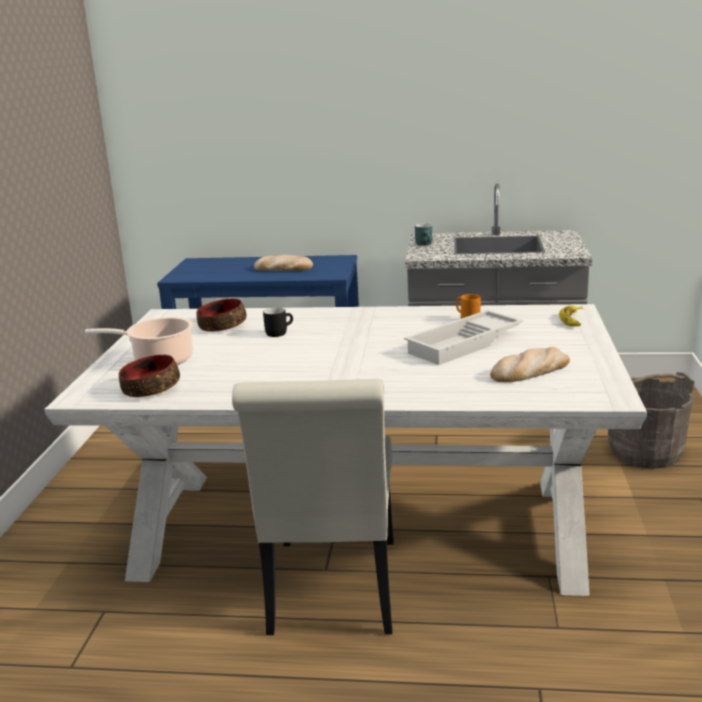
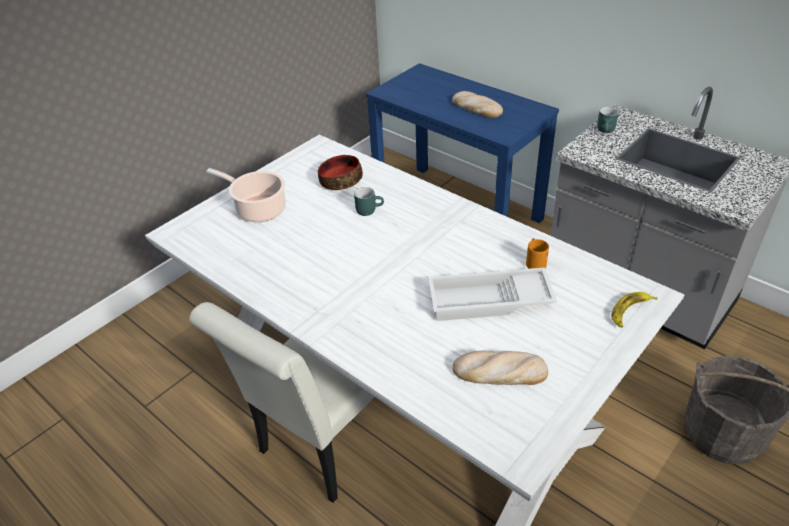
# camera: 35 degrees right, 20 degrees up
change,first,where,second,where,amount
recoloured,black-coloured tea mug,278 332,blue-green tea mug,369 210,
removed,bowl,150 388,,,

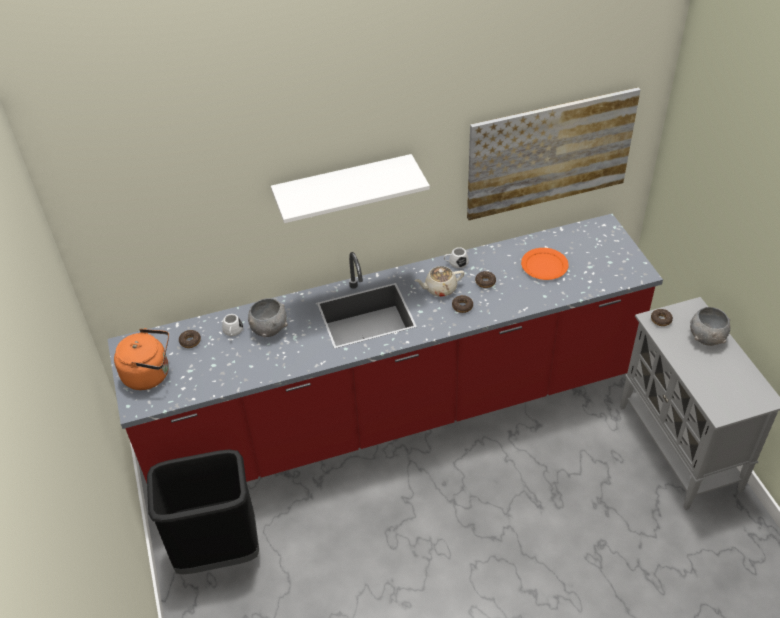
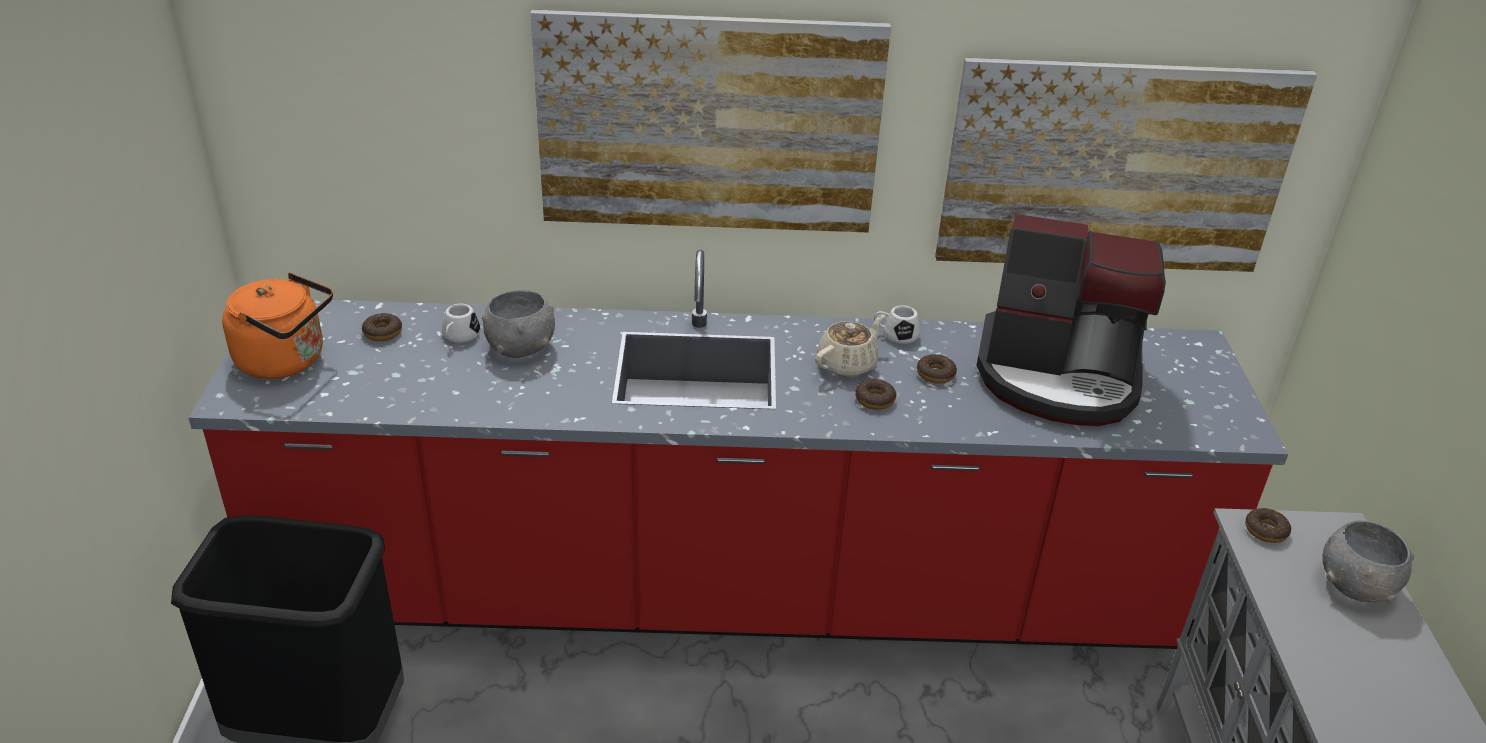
# camera: 15 degrees right, 10 degrees down
change,first,where,second,where,amount
replaced,white shelf,343 188,wall art,708 124,
turned,sand-coloured pot for tea,440 288,,847 364,135 degrees clockwise
replaced,orange-coloured flat dish,544 265,coffee machine,1058 376,

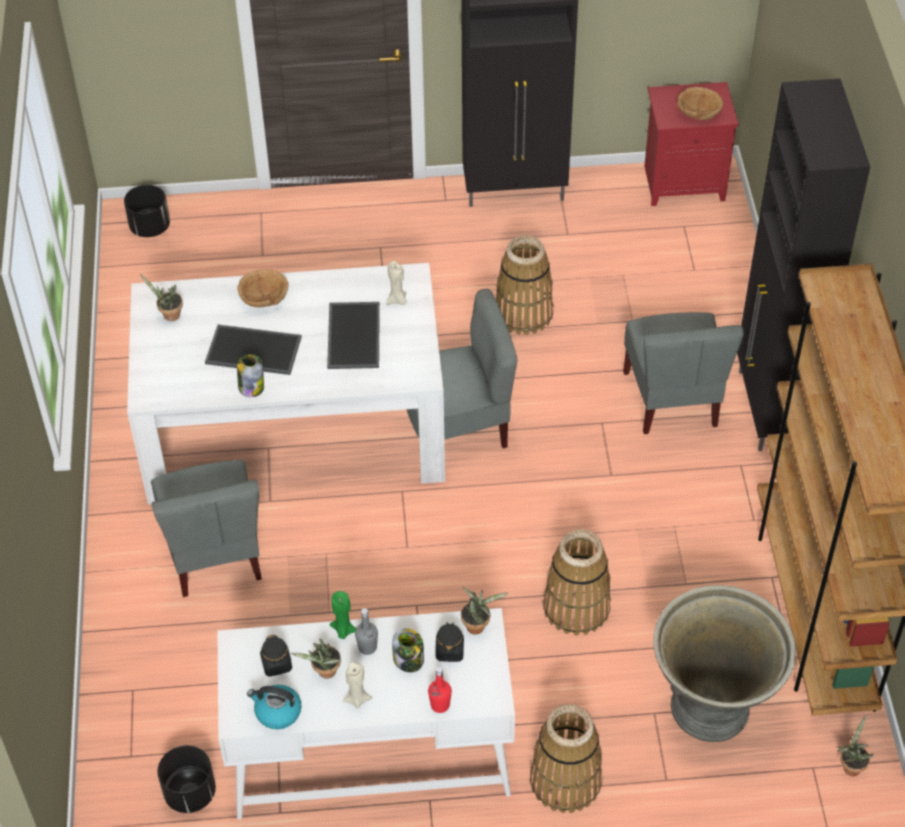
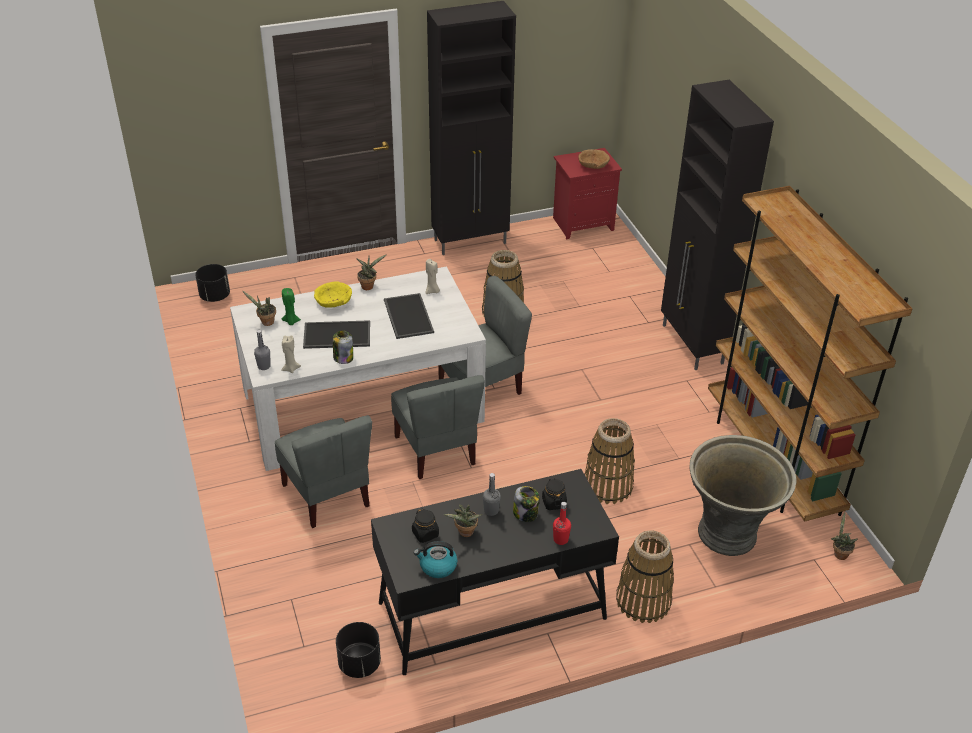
# camera: 15 degrees left, 10 degrees down
change,first,where,second,where,amount
added,,,greyish bottle,264 366,
moved,sand-coloured wax candle,357 699,,291 368,
moved,green-coloured wax candle,343 630,,291 321,
recoloured,brown-coloured bowl,263 297,yellow bowl,333 302,
moved,potted plant,477 625,,368 286,
recoloured,white desk unit,370 754,black-coloured desk unit,491 610,
moved,greyish plain chair,672 399,,436 450,

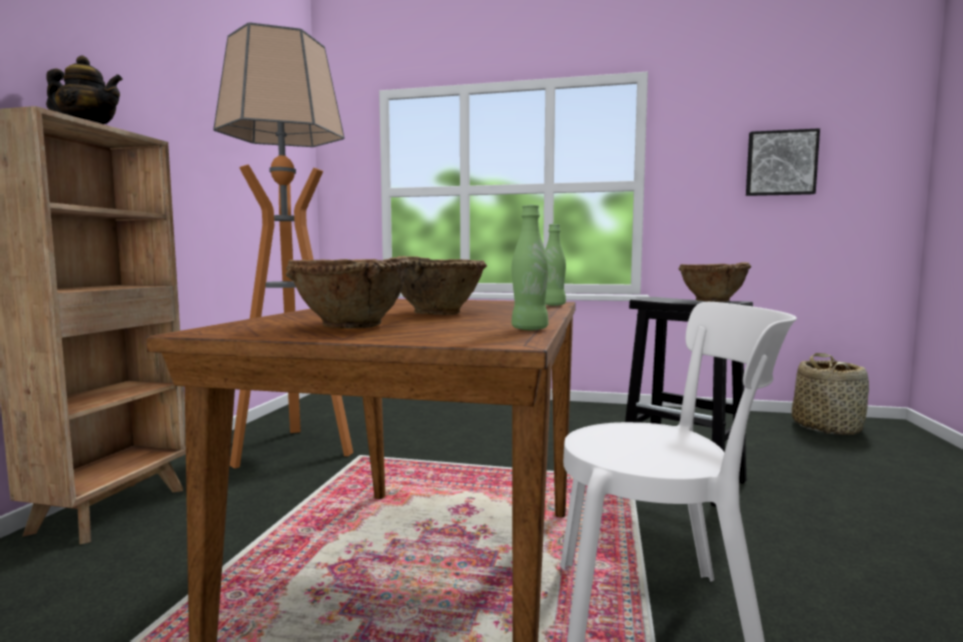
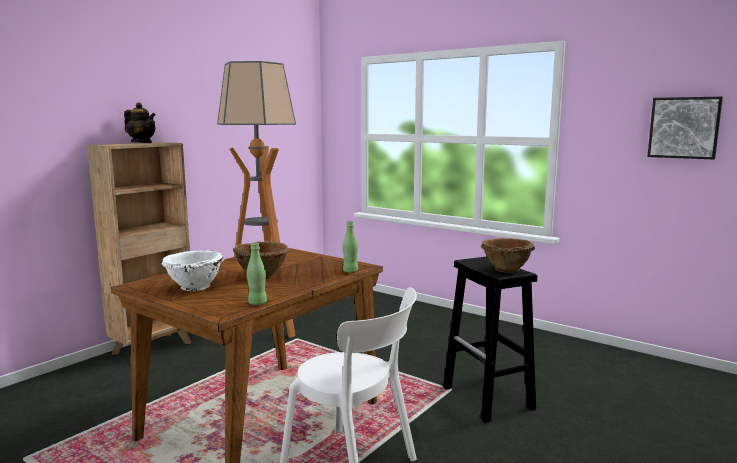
# camera: 25 degrees right, 5 degrees up
change,first,where,second,where,amount
recoloured,brown-coloured bowl,351 326,white bowl,194 287,
removed,household basket,827 427,,,

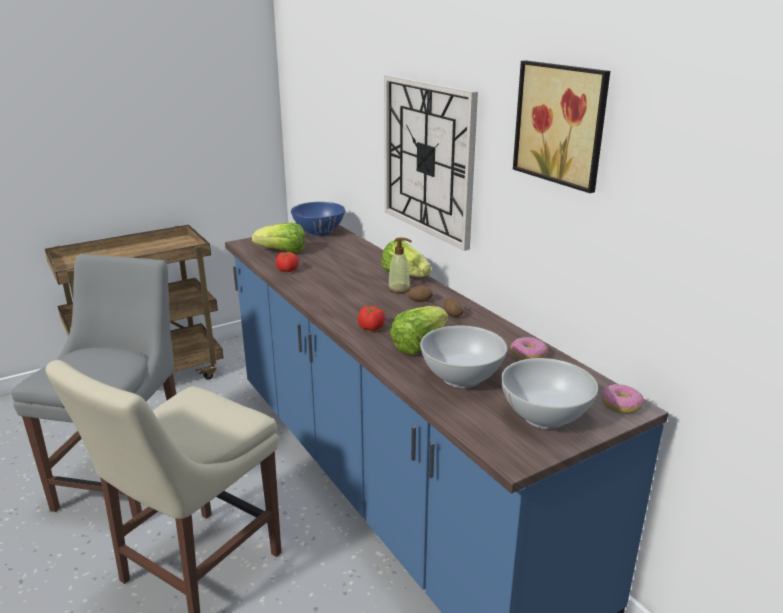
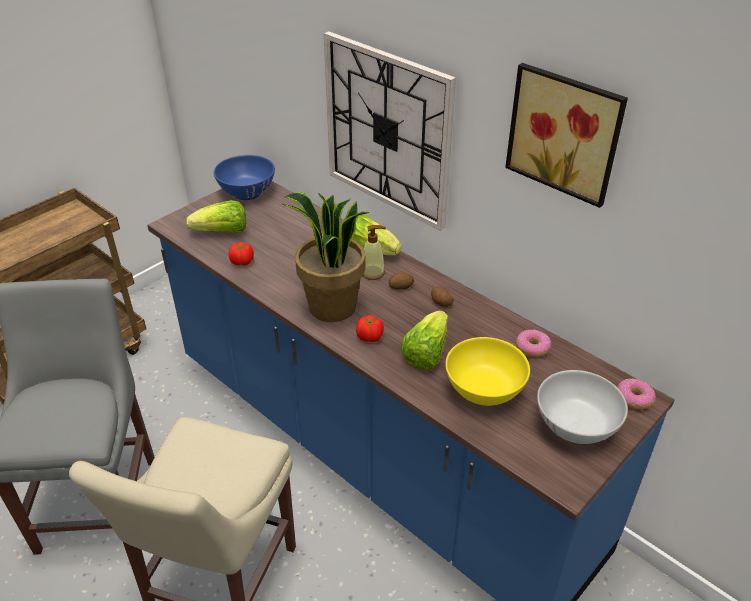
# camera: 15 degrees left, 15 degrees up
change,first,where,second,where,amount
added,,,potted plant,332 308,
recoloured,white bowl,461 378,yellow bowl,483 391,

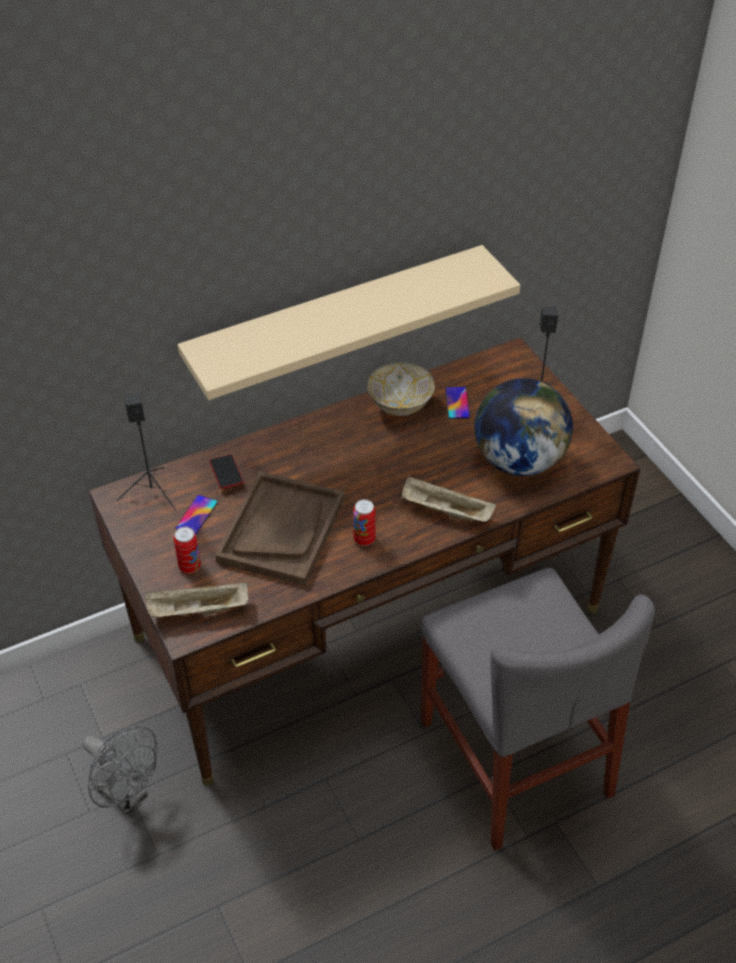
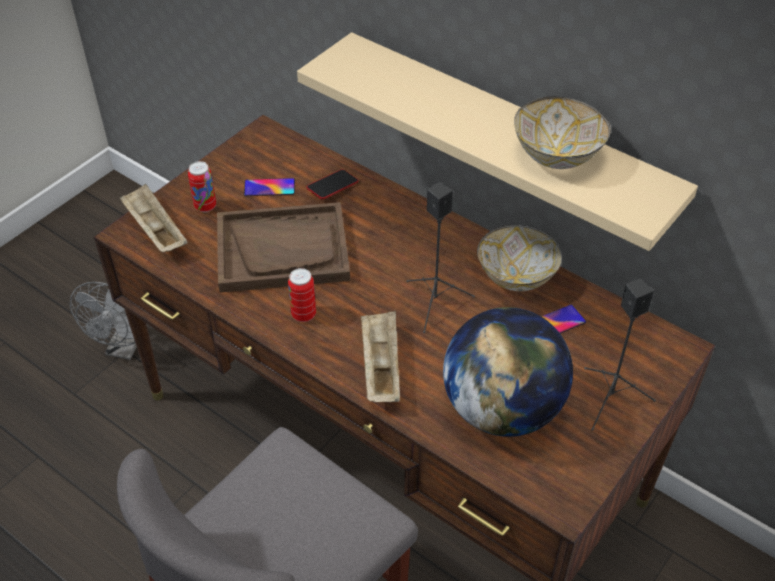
# camera: 65 degrees right, 0 degrees up
change,first,where,second,where,amount
moved,black-coloured audio speaker,152 491,,435 302,
added,,,bowl,557 156,

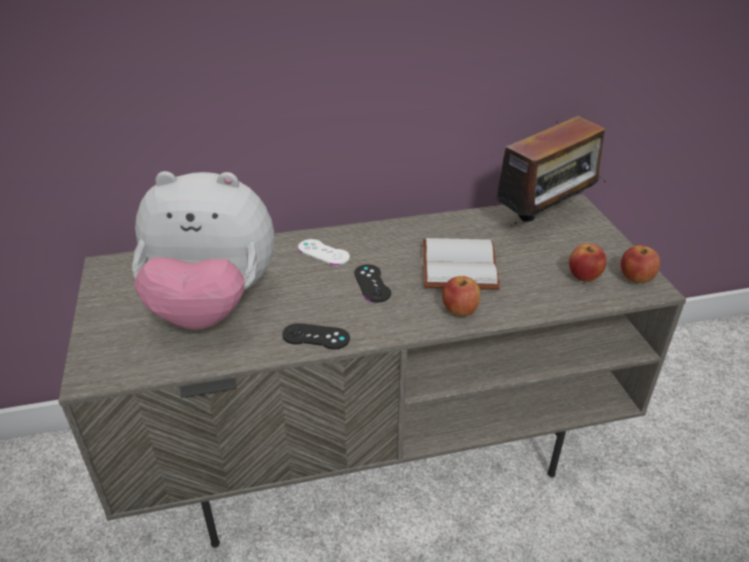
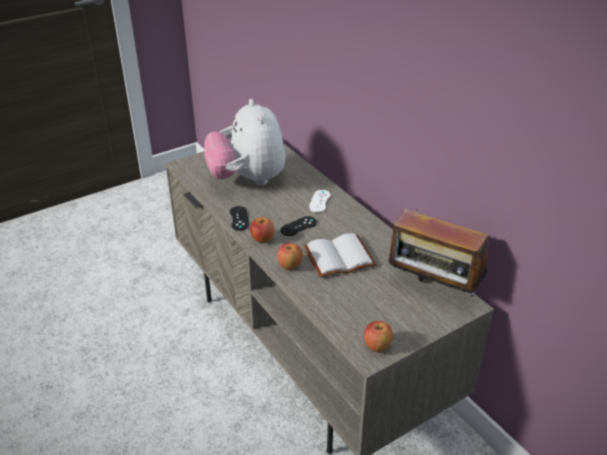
# camera: 70 degrees right, 0 degrees up
change,first,where,second,where,amount
moved,apple,584 277,,262 239,

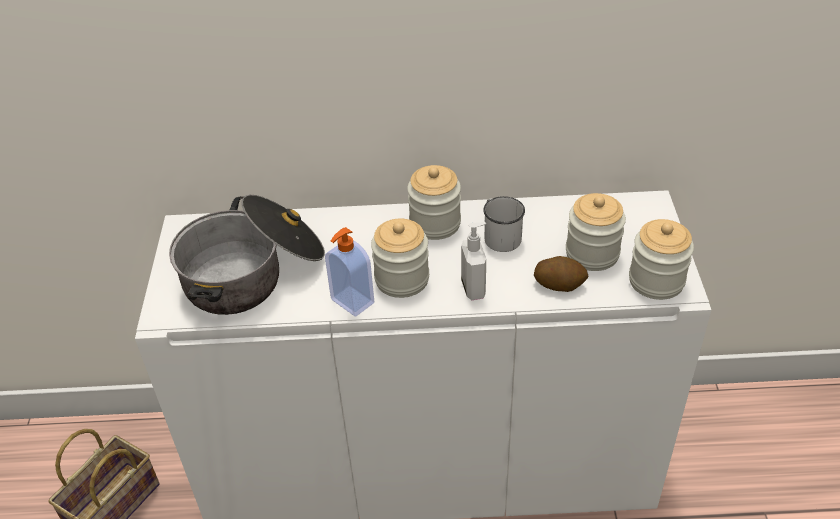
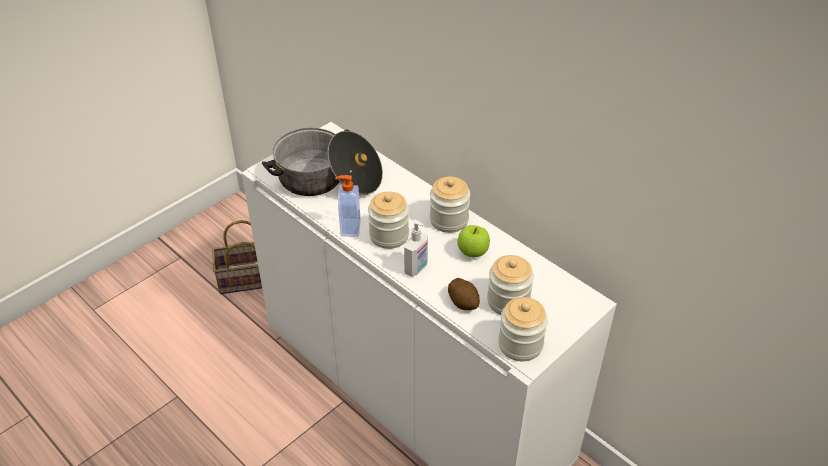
# camera: 45 degrees right, 0 degrees up
change,first,where,second,where,amount
replaced,white tea mug,499 236,apple,472 252,

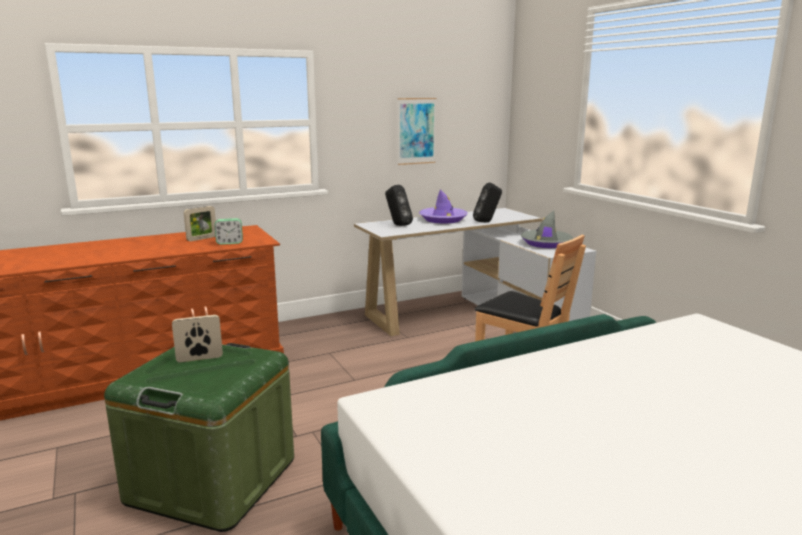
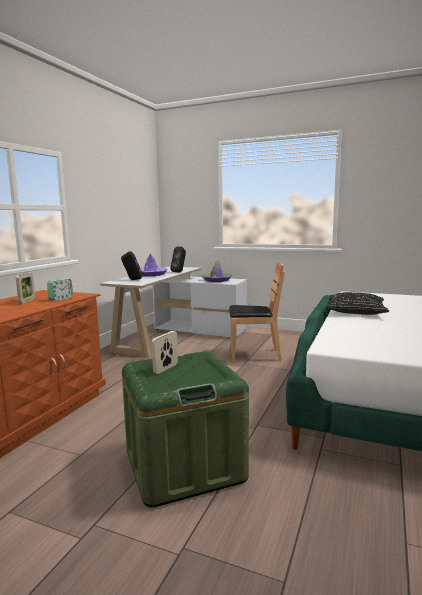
# camera: 40 degrees left, 5 degrees down
change,first,where,second,where,amount
added,,,black-coloured pillow,356 311,
removed,wall art,416 131,,,

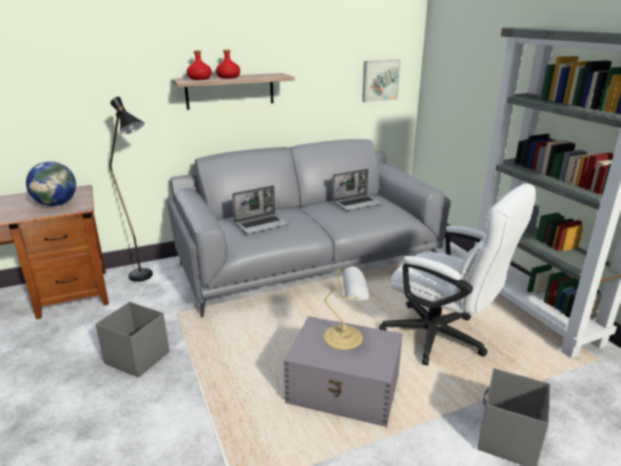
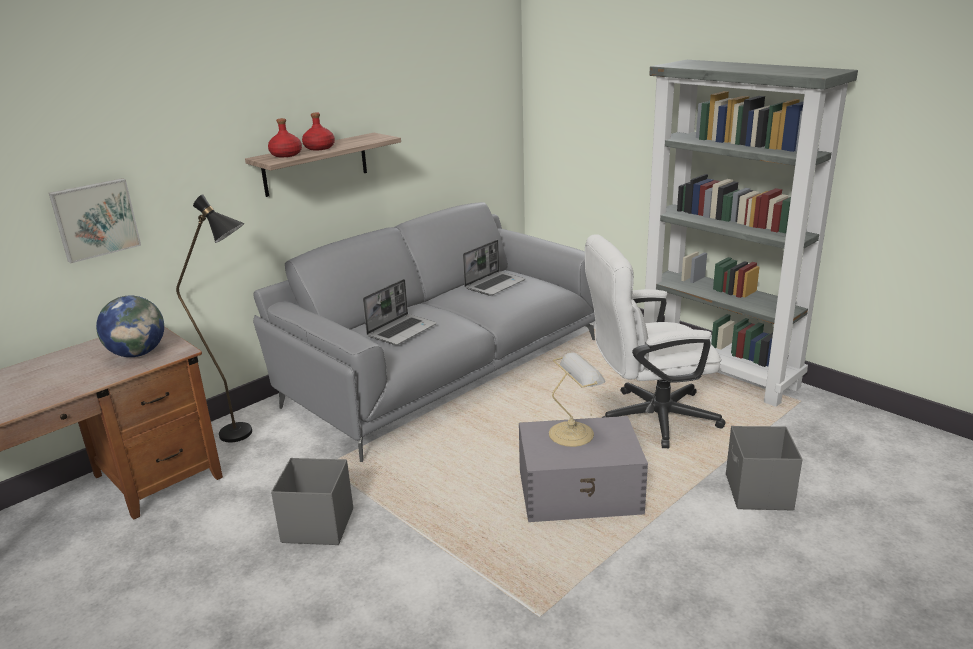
# camera: 20 degrees left, 0 degrees up
change,first,where,second,where,amount
moved,wall art,380 80,,95 219,
turned,white desk chair,443 339,,648 418,150 degrees clockwise

